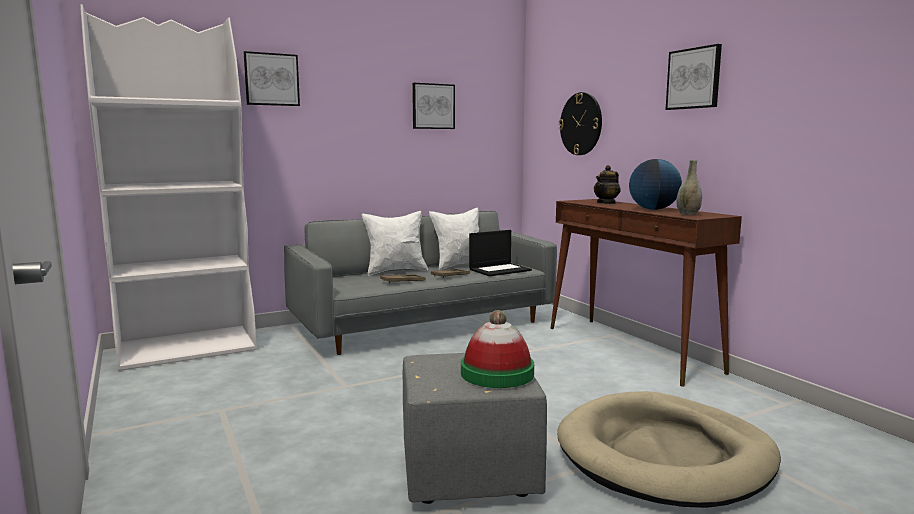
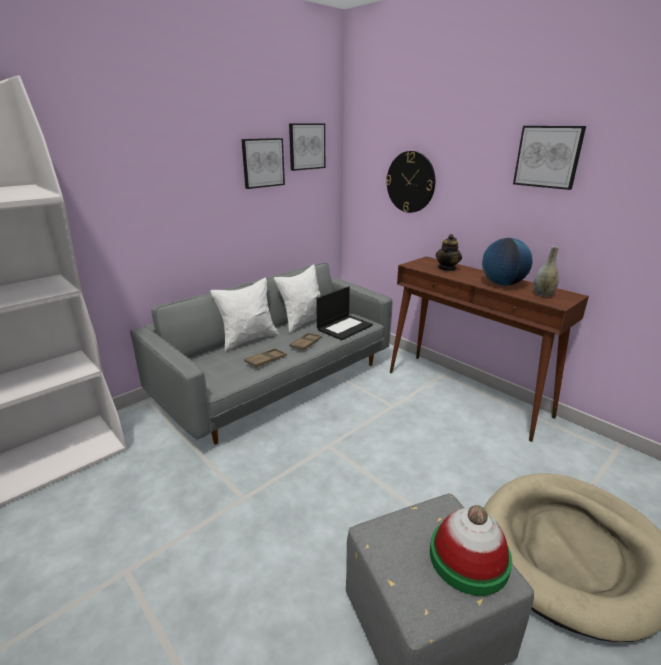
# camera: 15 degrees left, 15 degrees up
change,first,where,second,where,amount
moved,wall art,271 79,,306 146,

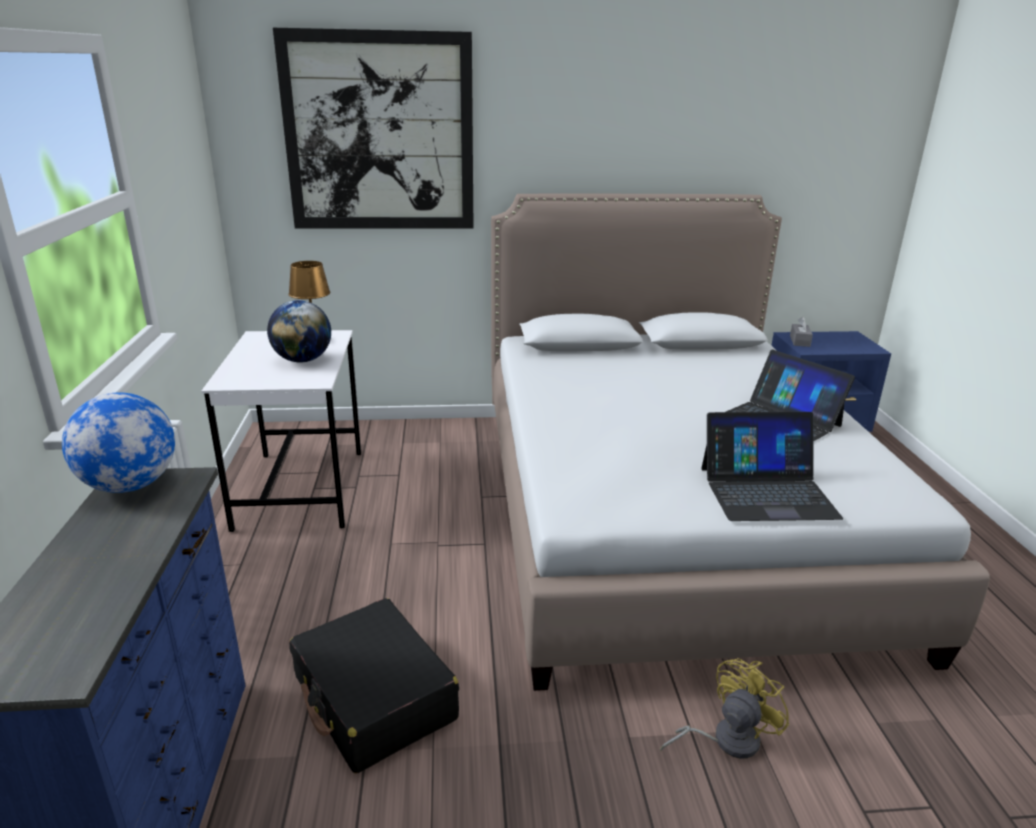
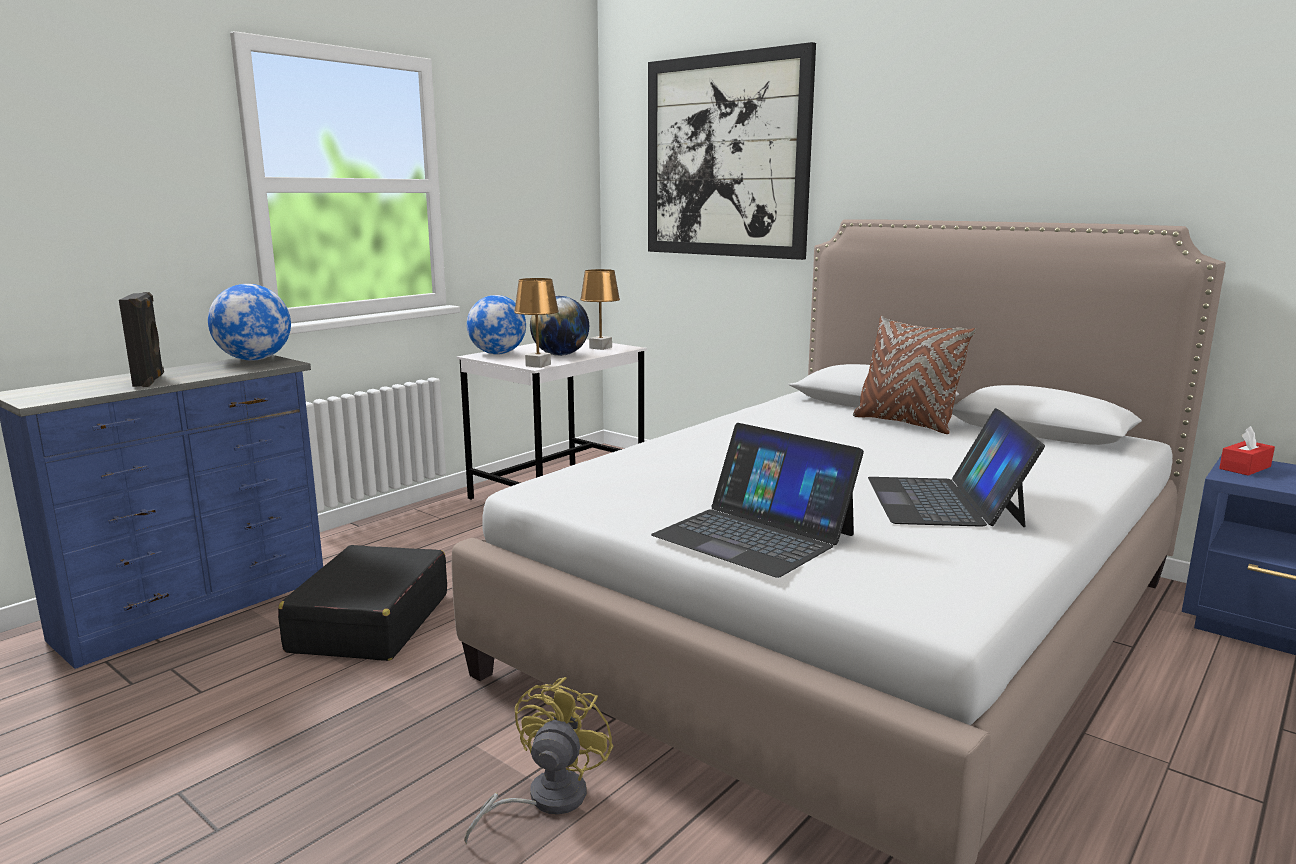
# camera: 45 degrees right, 10 degrees down
change,first,where,second,where,amount
added,,,black-coloured audio speaker,150 380,
turned,yellow cooling fan,725 740,,545 800,75 degrees counterclockwise
added,,,world globe,498 354,
added,,,brown-coloured lamp for a table,538 365,
added,,,brown-coloured pillow,905 423,
recoloured,greyish tissue holder,799 341,reddish tissue holder,1245 468,

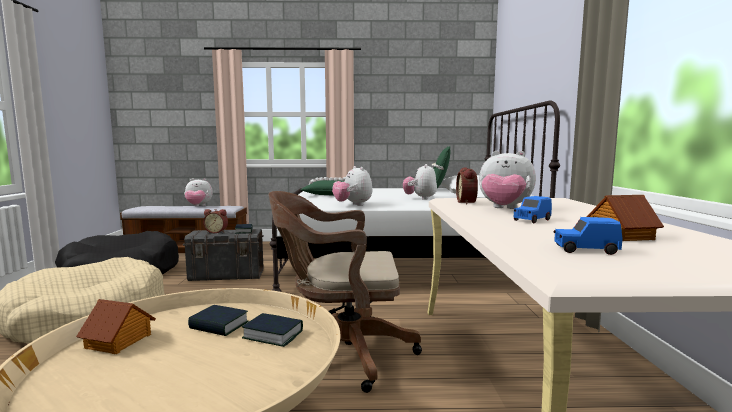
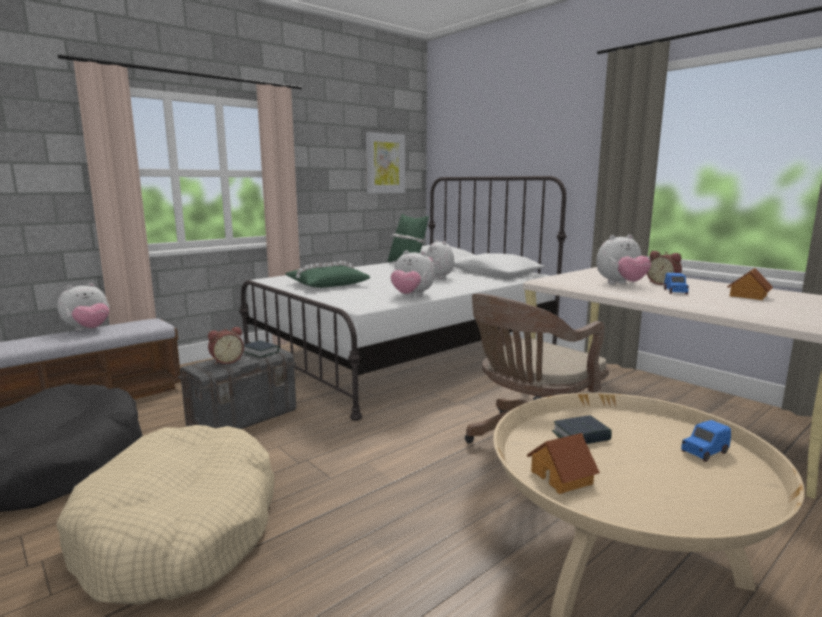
# camera: 40 degrees left, 5 degrees up
change,first,where,second,where,amount
added,,,wall art,385 163,
moved,bedside clock,468 202,,663 283,
moved,blue model car,585 250,,704 452,
removed,bound book,273 334,,,

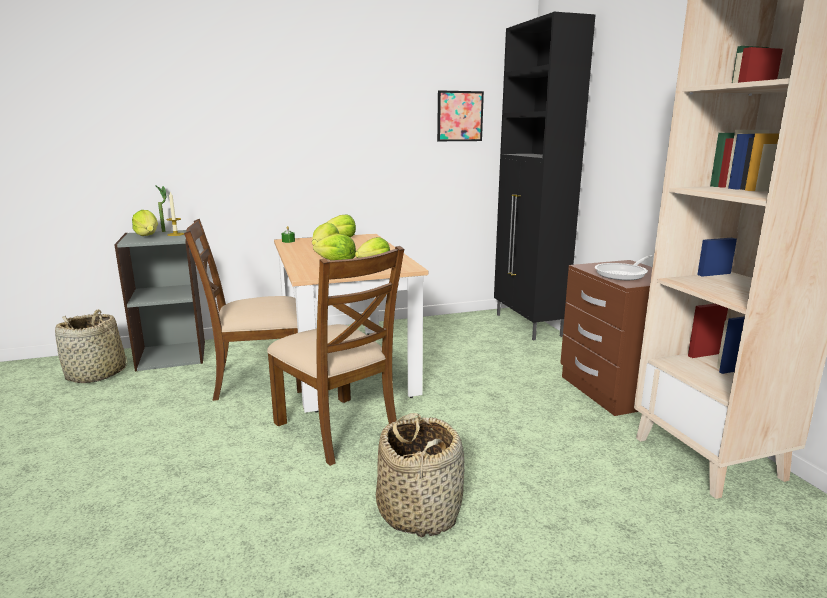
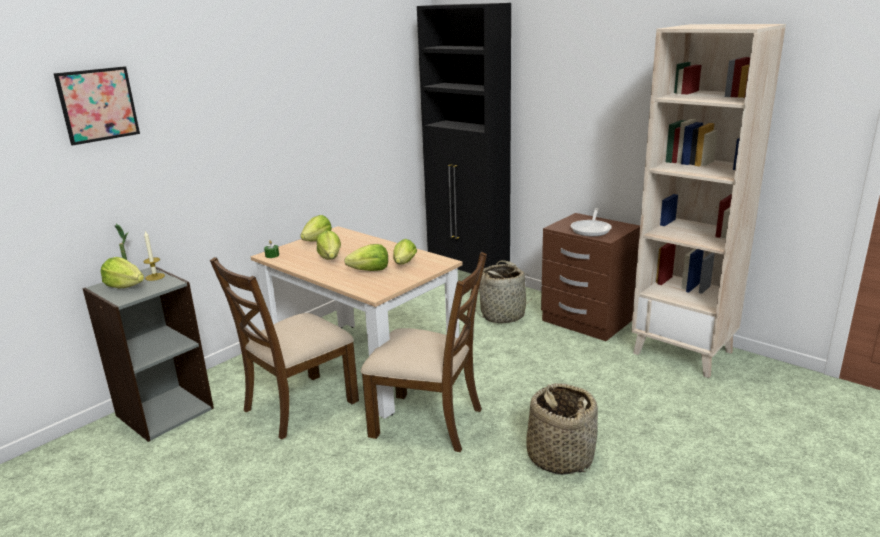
# camera: 30 degrees left, 5 degrees up
change,first,where,second,where,amount
moved,wall art,460 116,,98 105,
moved,household basket,96 374,,503 315,

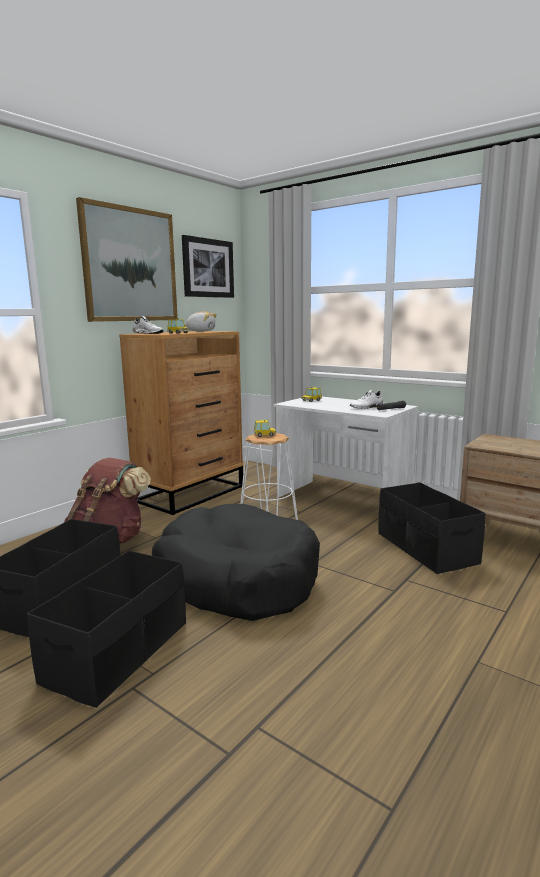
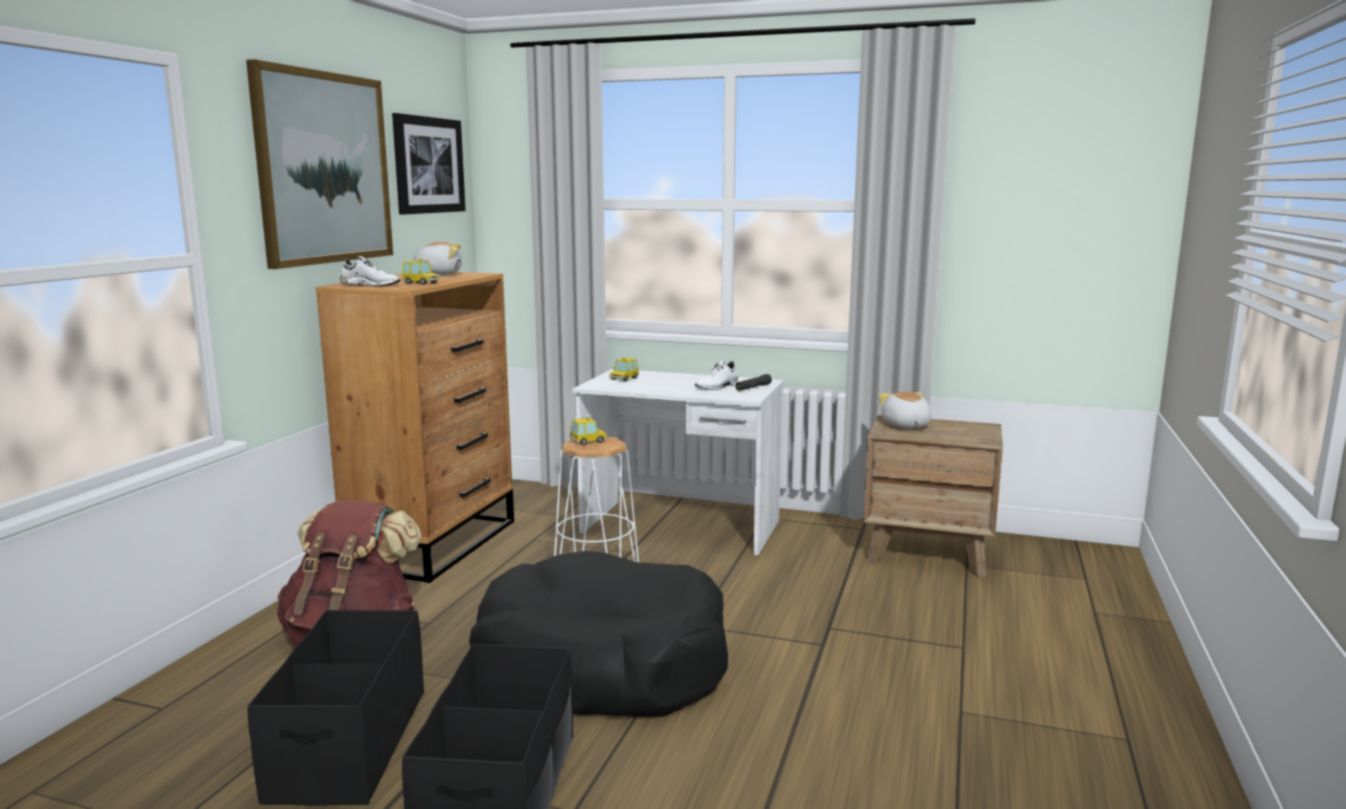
# camera: 20 degrees left, 0 degrees up
change,first,where,second,where,amount
added,,,plush toy,905 426,
removed,black-coloured storage box,425 548,,,

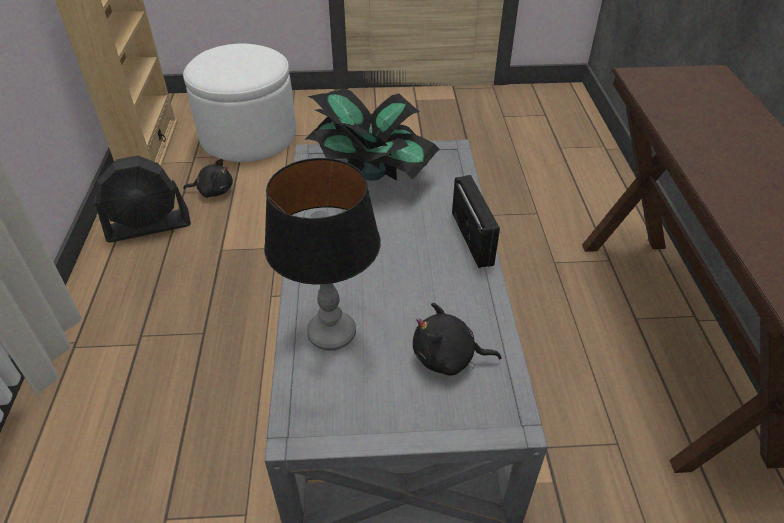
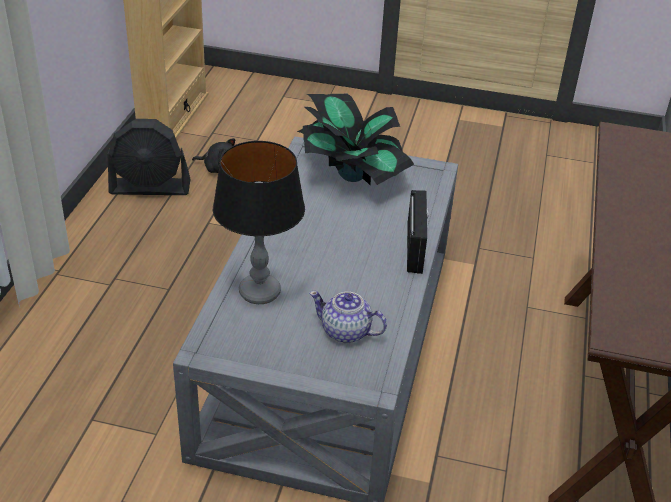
# camera: 15 degrees right, 5 degrees down
change,first,where,second,where,amount
replaced,black-coloured plush toy,448 358,pot for tea,346 332,
removed,white pouffe,248 135,,,

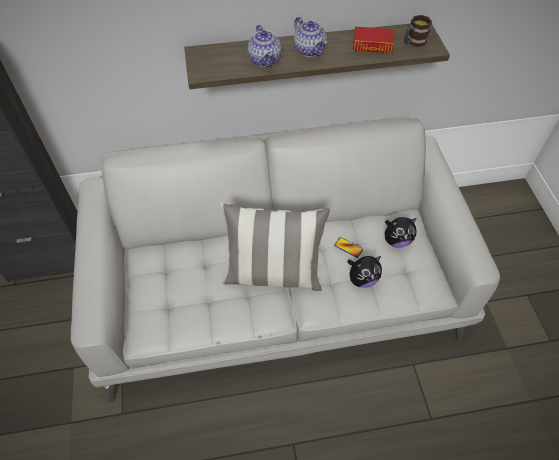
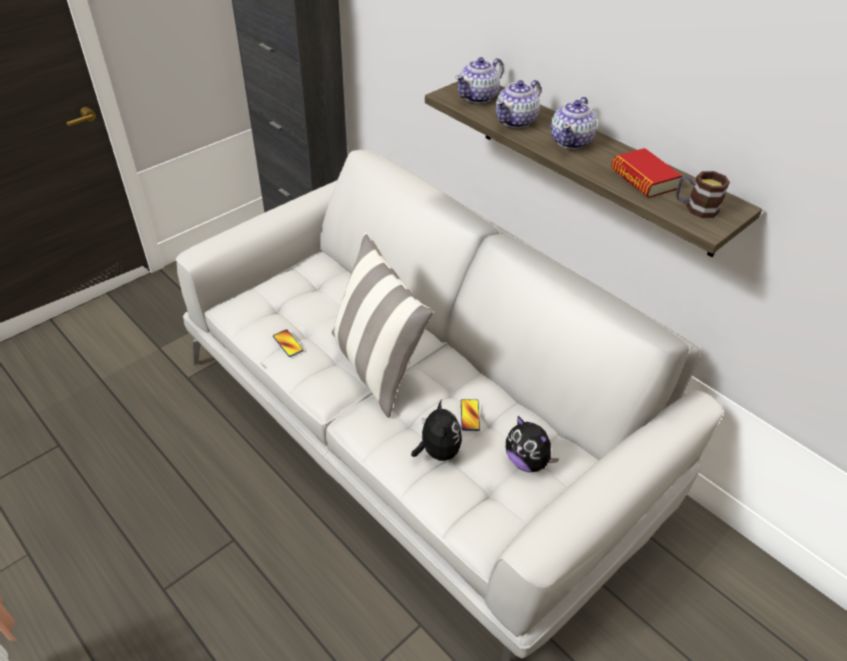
# camera: 55 degrees right, 10 degrees down
change,first,where,second,where,amount
added,,,phone,288 343,
turned,plush toy,362 279,,437 451,135 degrees counterclockwise
added,,,pot for tea,478 97,

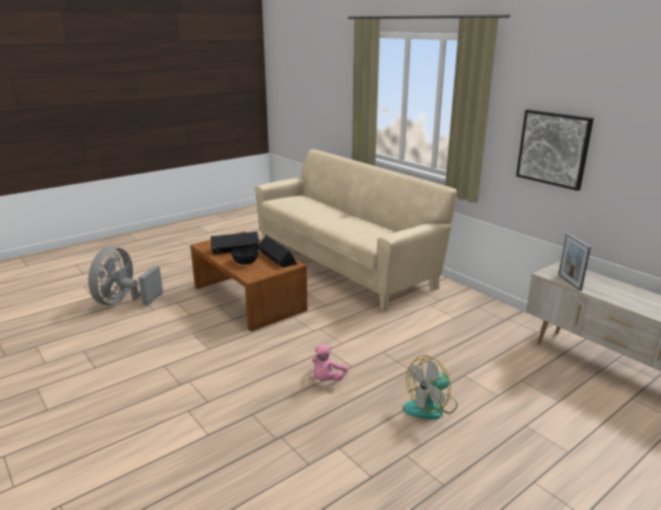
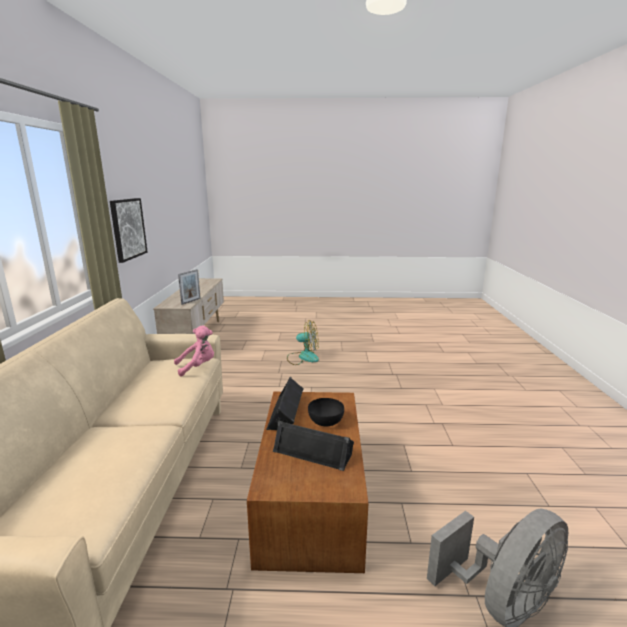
# camera: 140 degrees left, 5 degrees down
change,first,where,second,where,amount
moved,pink-coloured plush toy,327 379,,197 367,

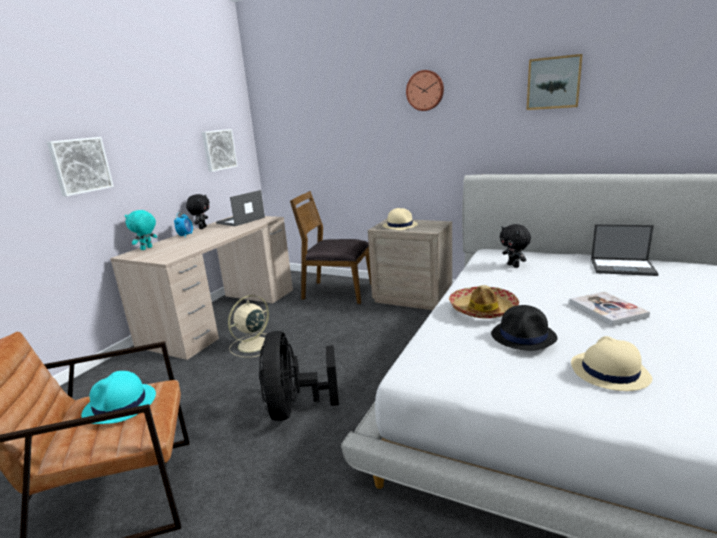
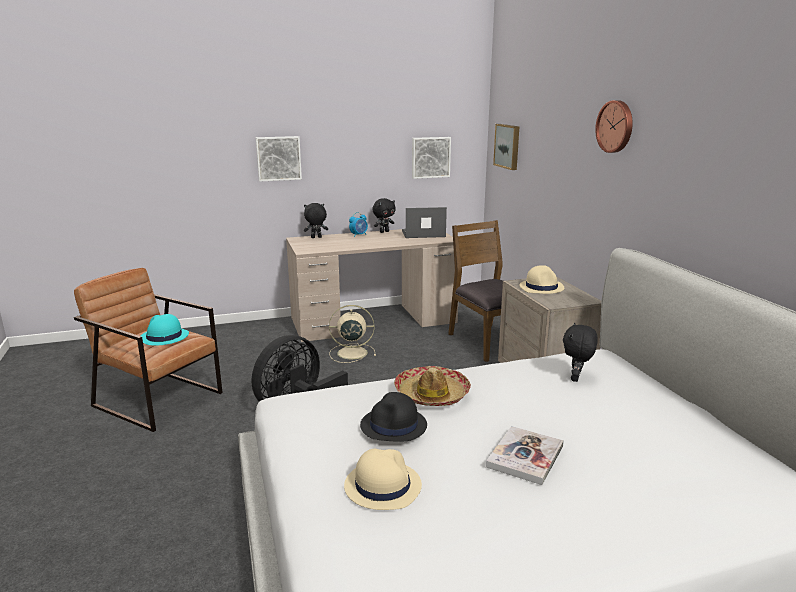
# camera: 45 degrees right, 0 degrees up
change,first,where,second,where,amount
recoloured,blue-green plush toy,147 248,black-coloured plush toy,316 237,
moved,wall art,553 83,,508 146,
removed,laptop,623 267,,,

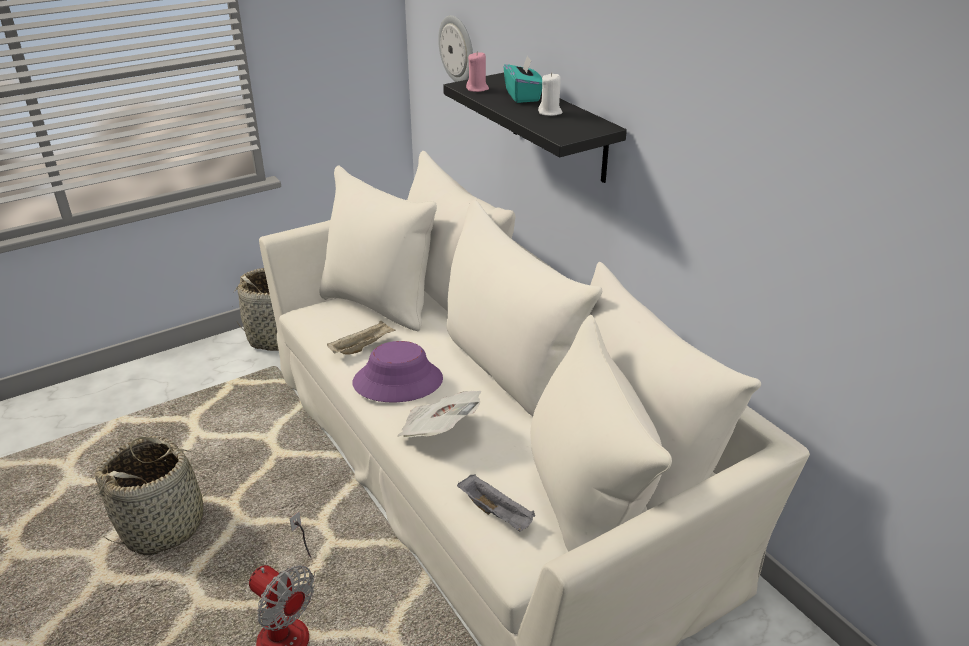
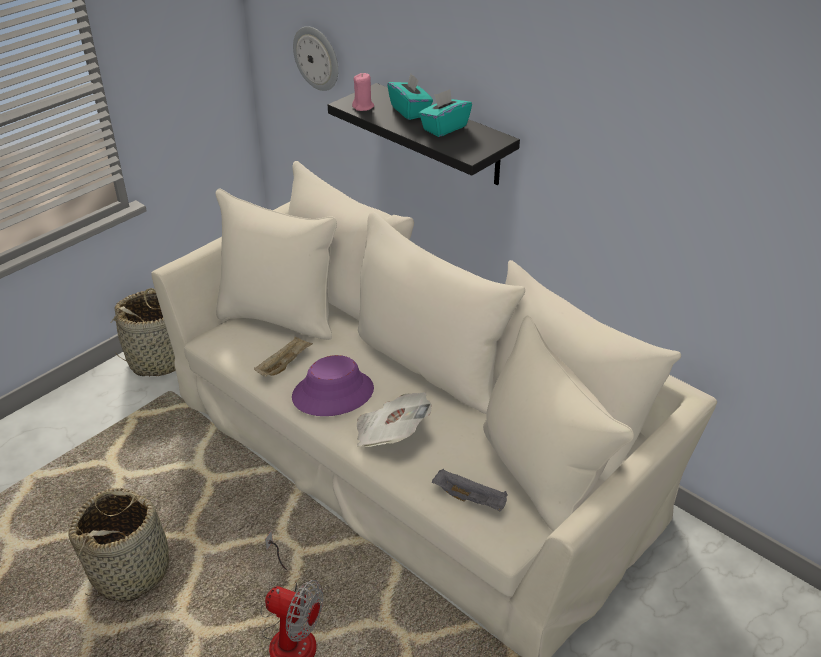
# camera: 15 degrees left, 5 degrees up
change,first,where,second,where,amount
replaced,white wax candle,550 112,blue-green tissue holder,444 128,

